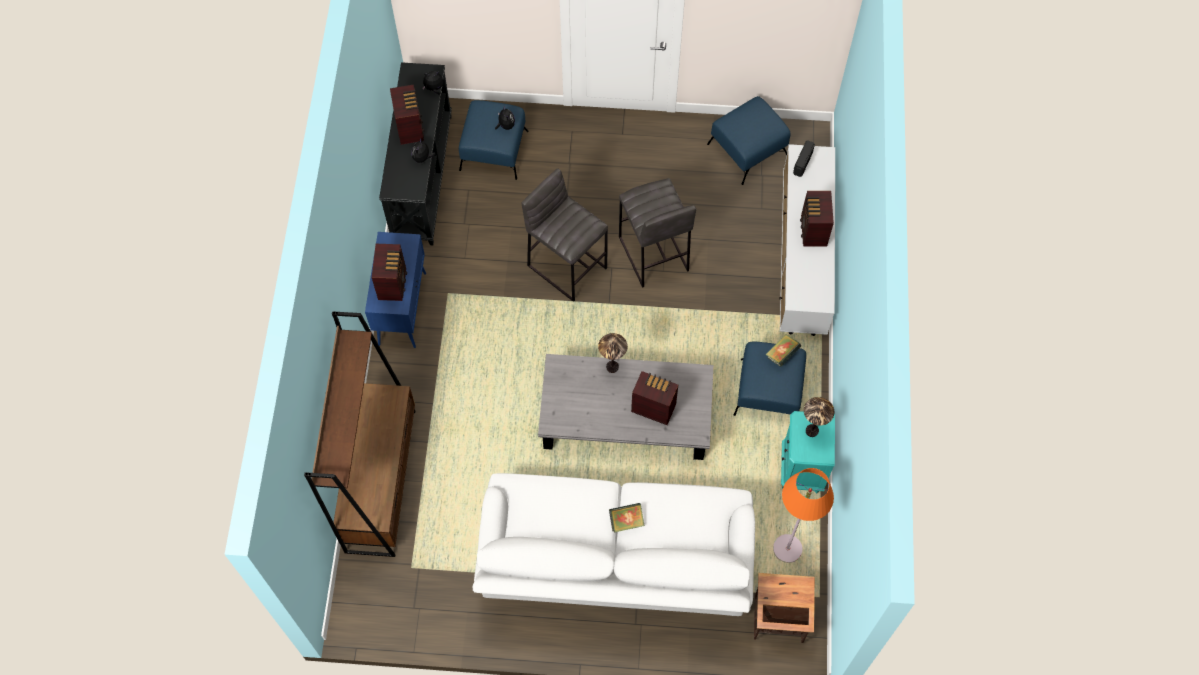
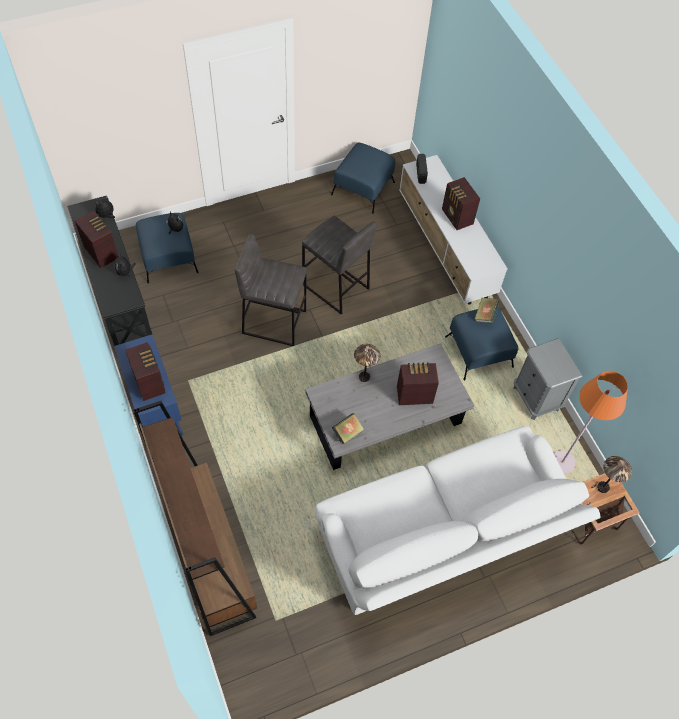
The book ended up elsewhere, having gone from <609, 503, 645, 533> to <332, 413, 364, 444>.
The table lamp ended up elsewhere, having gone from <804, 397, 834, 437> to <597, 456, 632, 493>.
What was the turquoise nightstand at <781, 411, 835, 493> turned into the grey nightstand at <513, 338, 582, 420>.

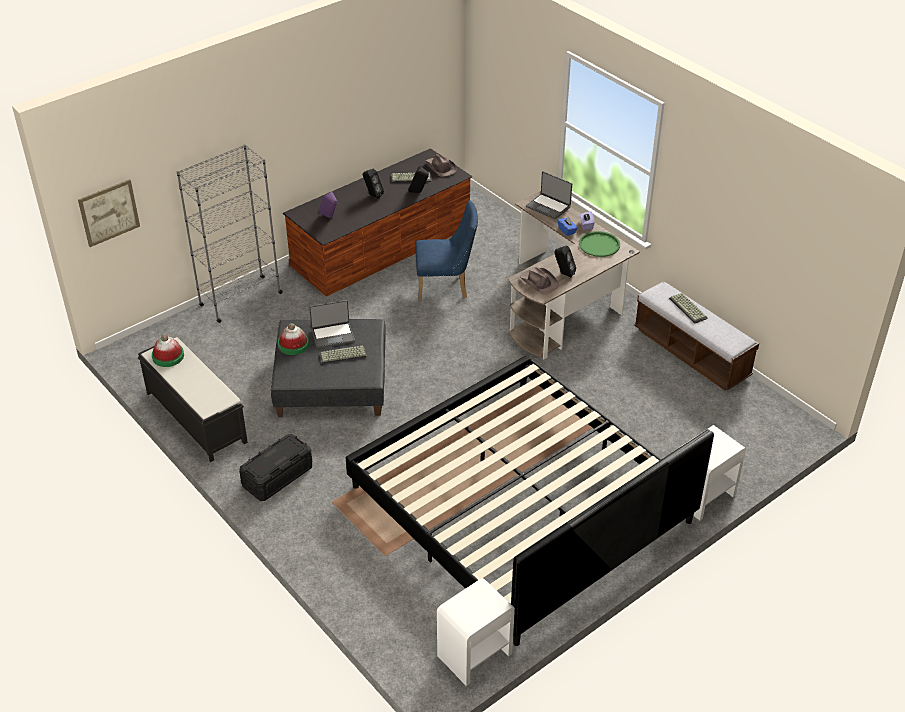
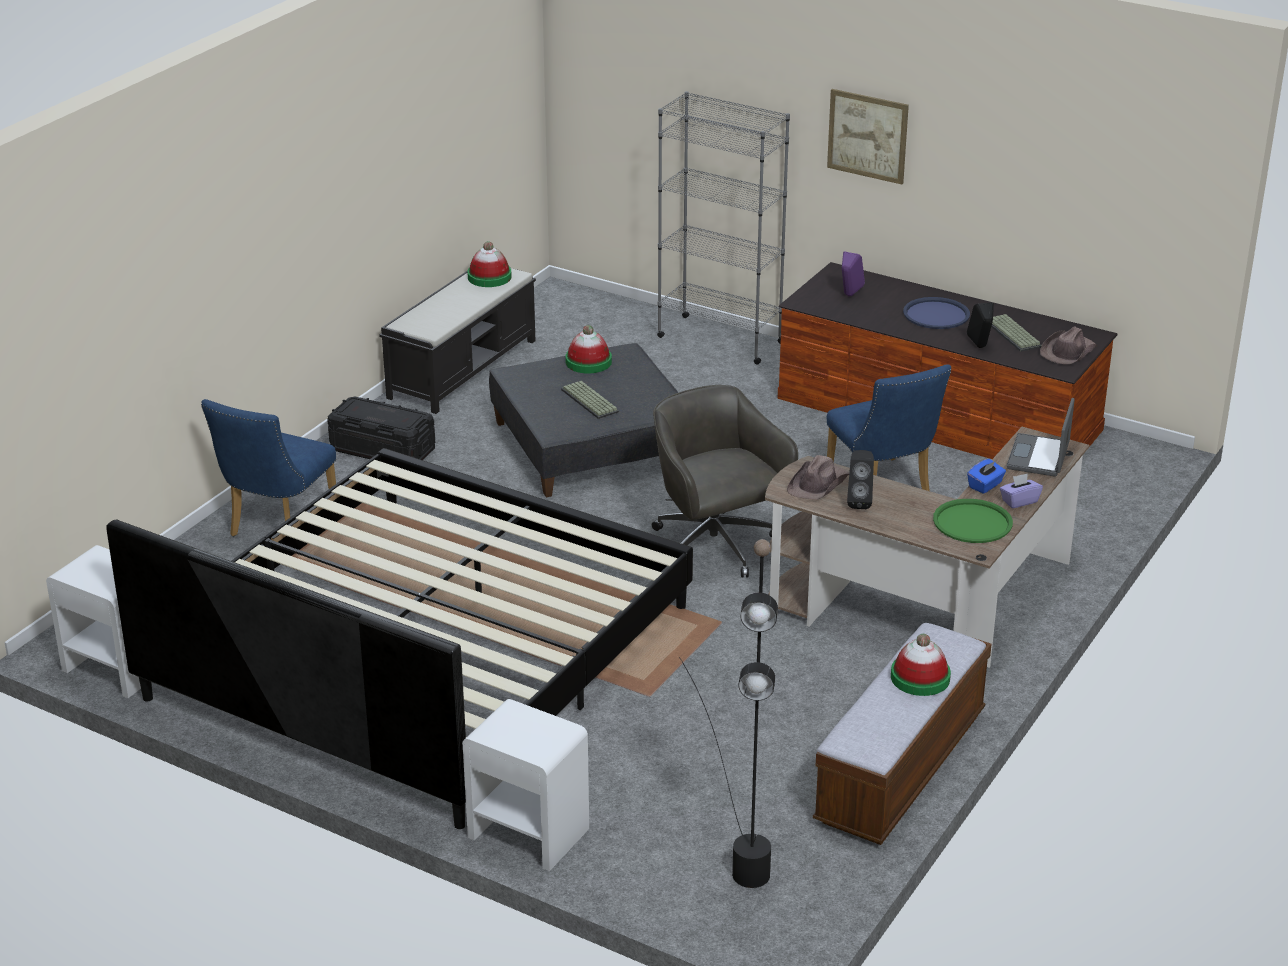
The second view lost the laptop at <309, 300, 355, 348>.
The second view gained the blue chair at <201, 399, 336, 536>.
The second view gained the grey office chair at <652, 385, 798, 578>.
The second view gained the black floor lamp at <679, 539, 778, 888>.
The picture ended up elsewhere, having gone from <78, 179, 140, 247> to <827, 89, 909, 184>.
Where the black speaker stood at <363, 169, 384, 199>, the blue tray came to stand at <903, 297, 970, 329>.
Where the keyboard stood at <669, 293, 708, 323>, the hat came to stand at <891, 634, 951, 696>.

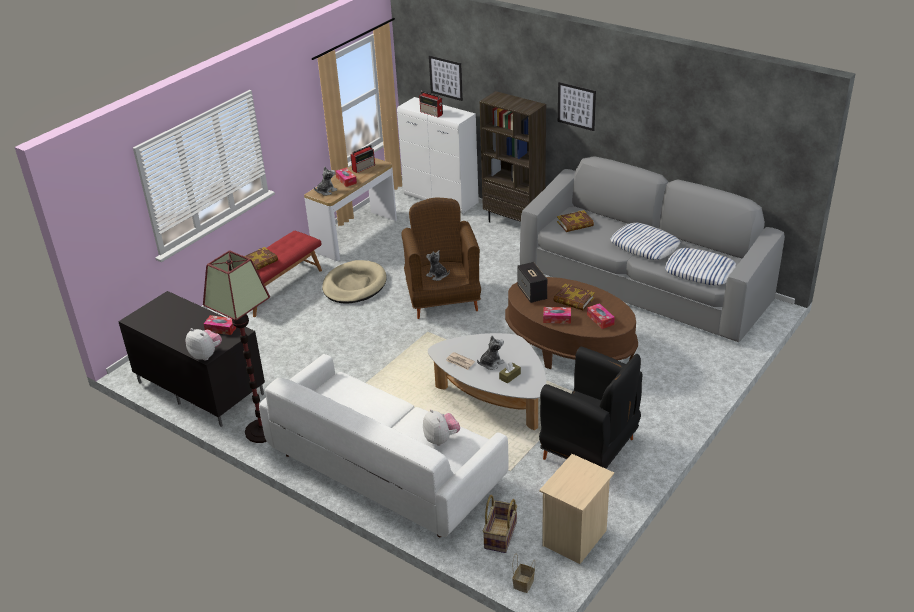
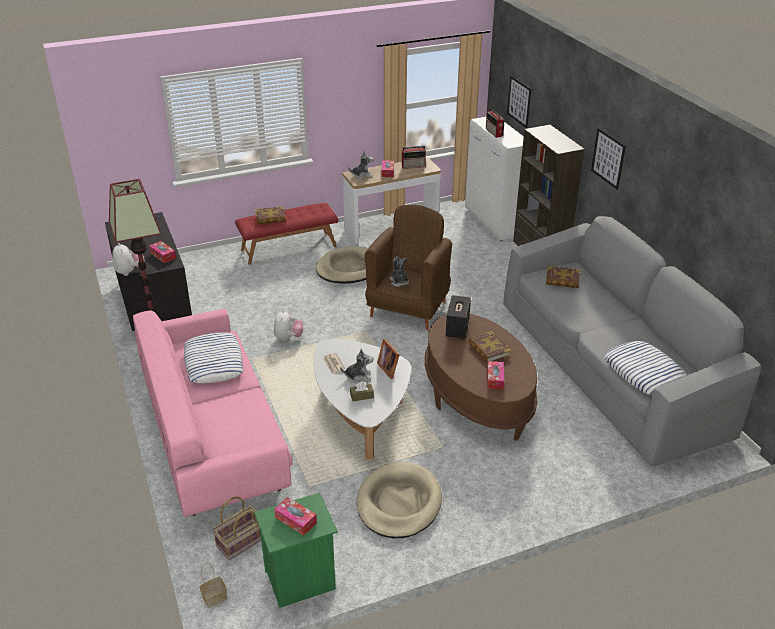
The second view gained the picture frame at <377, 339, 400, 379>.
The plush toy ended up elsewhere, having gone from <423, 409, 460, 446> to <274, 310, 303, 341>.
The tissue box ended up elsewhere, having gone from <543, 307, 571, 324> to <274, 497, 317, 535>.
The pillow ended up elsewhere, having gone from <610, 223, 680, 260> to <184, 332, 243, 383>.
Where the black armchair stood at <539, 347, 643, 469>, the beige dog bed came to stand at <357, 462, 442, 538>.
What was the white sofa at <259, 354, 509, 538> turned into the pink sofa at <133, 309, 293, 517>.
What was the beige nightstand at <539, 454, 614, 564> turned into the green nightstand at <254, 493, 338, 608>.

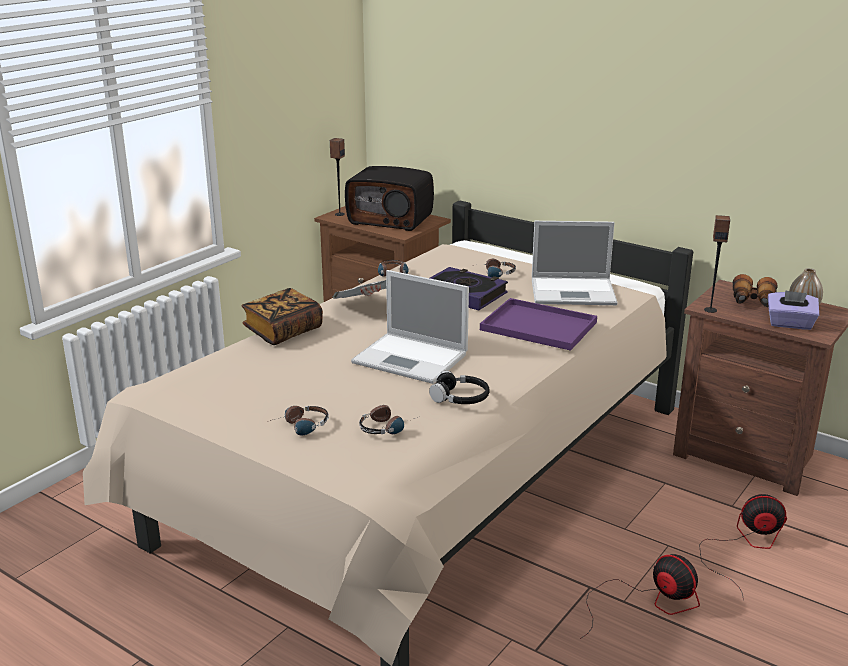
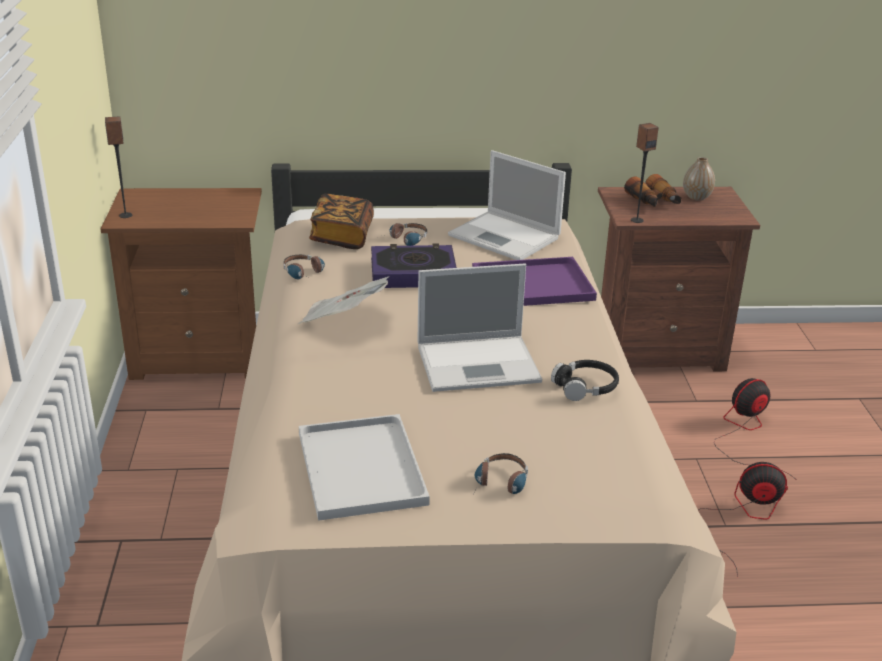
The second view lost the radio at <345, 166, 434, 231>.
The second view lost the headphones at <359, 405, 418, 434>.
The second view lost the purple tissue box at <768, 290, 819, 330>.
The second view gained the white tray at <299, 414, 430, 521>.
The book ended up elsewhere, having gone from <241, 288, 323, 345> to <309, 194, 374, 249>.
The laptop at <532, 221, 618, 305> ended up facing another way, 75 degrees clockwise from before.

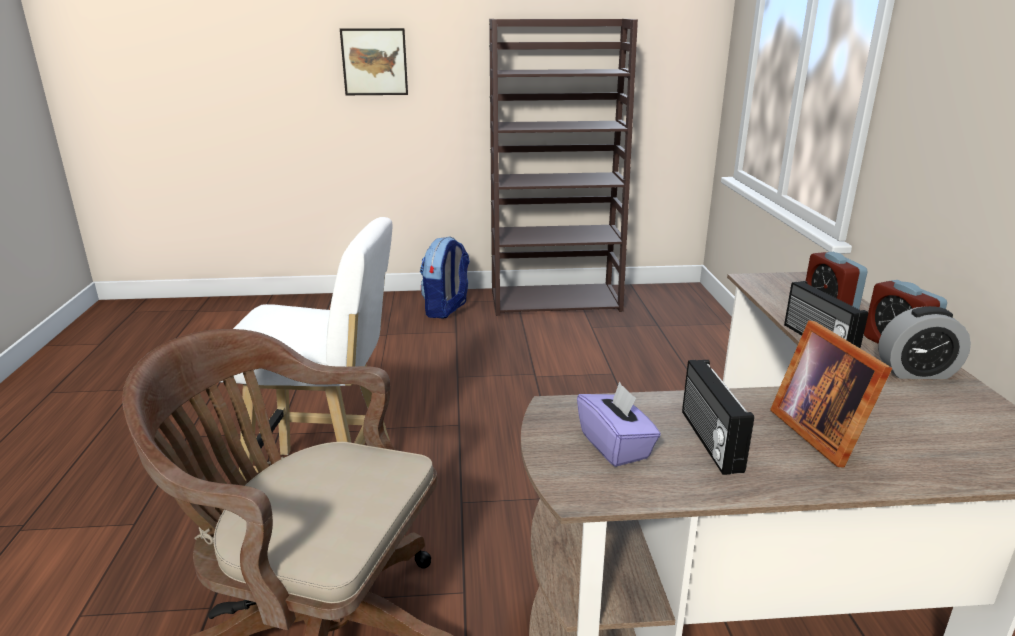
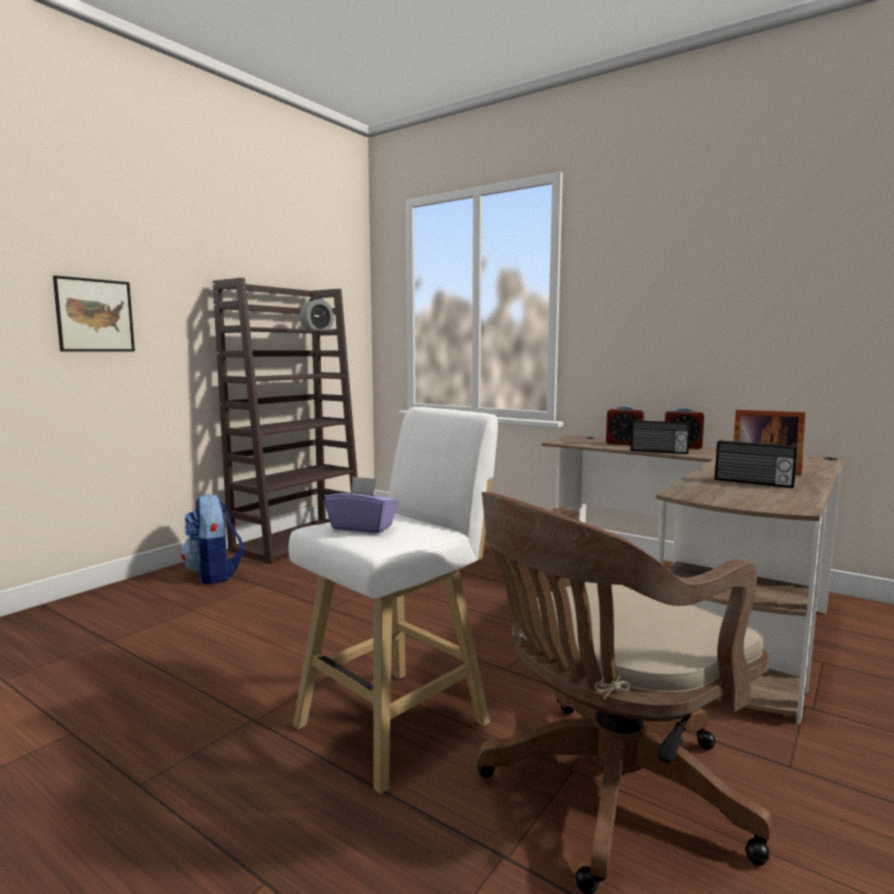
The purple tissue box ended up elsewhere, having gone from <577, 381, 661, 467> to <324, 477, 398, 533>.
The alarm clock ended up elsewhere, having gone from <878, 306, 971, 379> to <300, 298, 334, 330>.

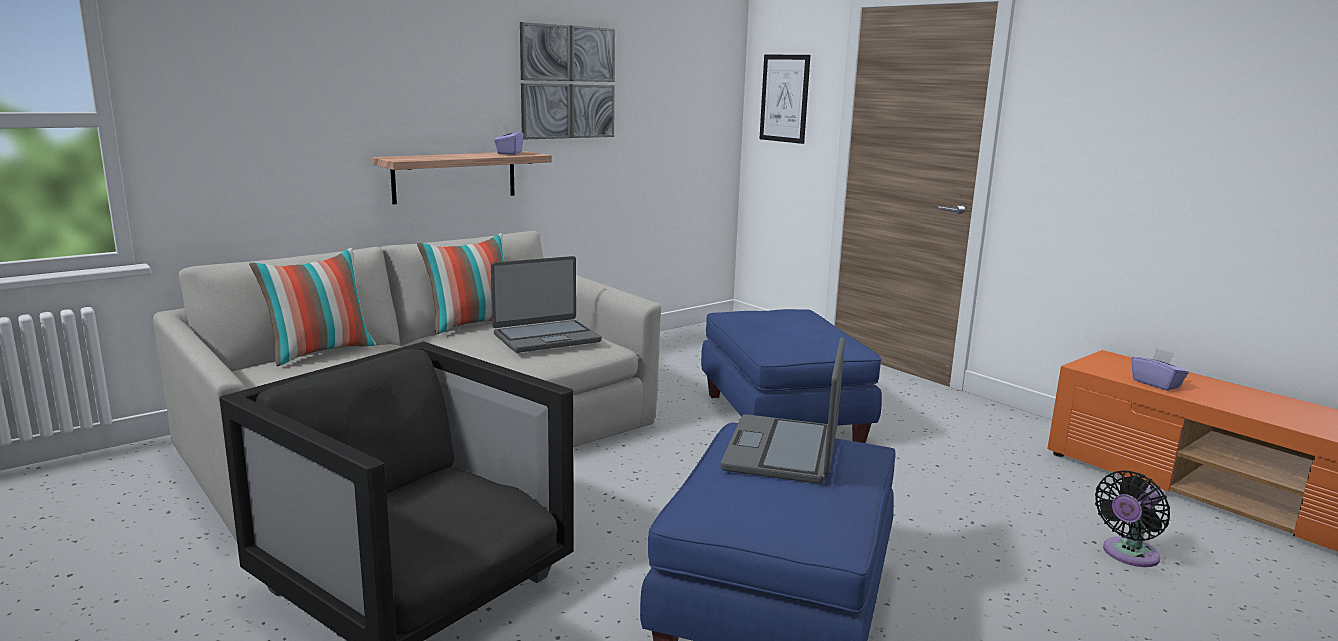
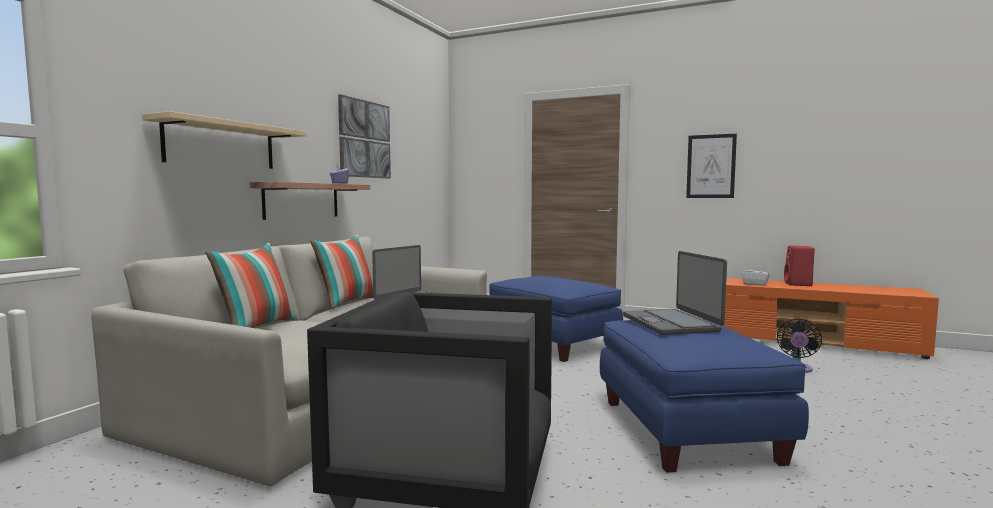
The second view gained the beige shelf at <142, 111, 306, 169>.
The second view gained the red speaker at <784, 246, 815, 286>.
The picture ended up elsewhere, having gone from <760, 55, 810, 144> to <686, 134, 737, 198>.
What was the purple tissue box at <1131, 348, 1189, 391> turned into the white tissue box at <741, 265, 770, 286>.

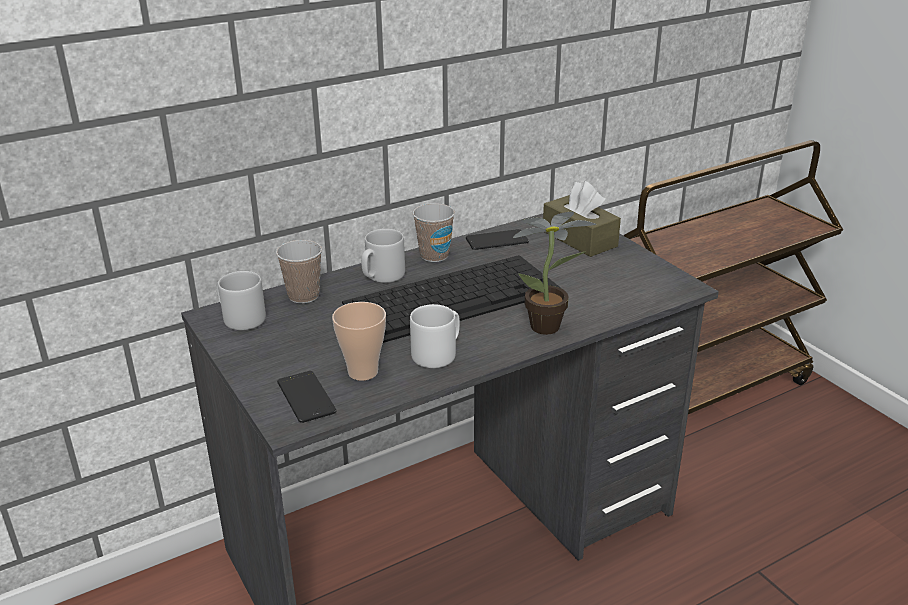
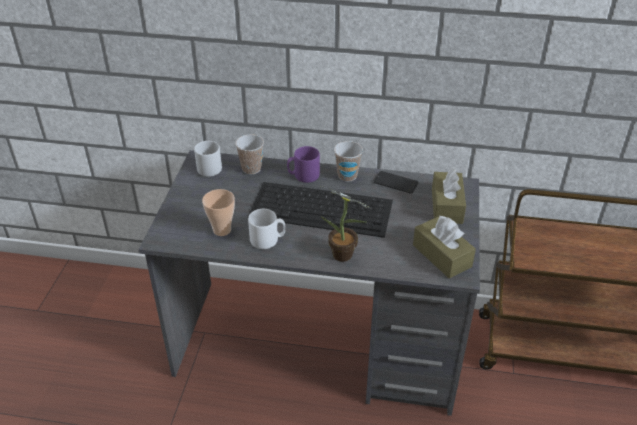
The second view lost the phone at <277, 371, 336, 423>.
The second view gained the brown tissue box at <413, 215, 476, 279>.
What was the grey mug at <361, 229, 405, 283> turned into the purple mug at <287, 146, 320, 183>.

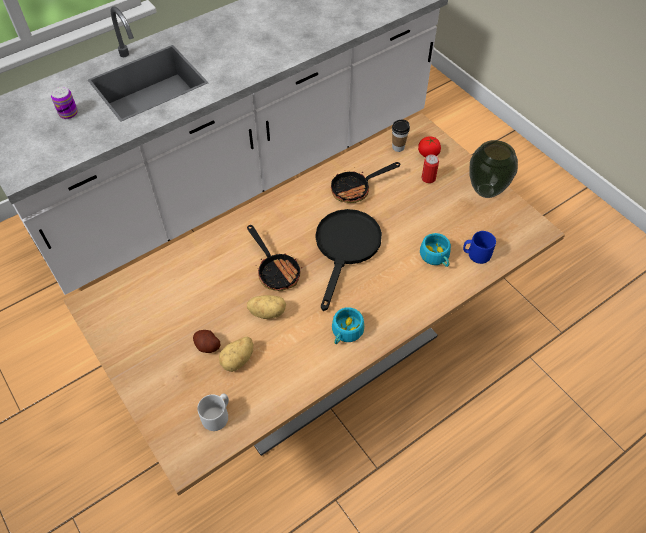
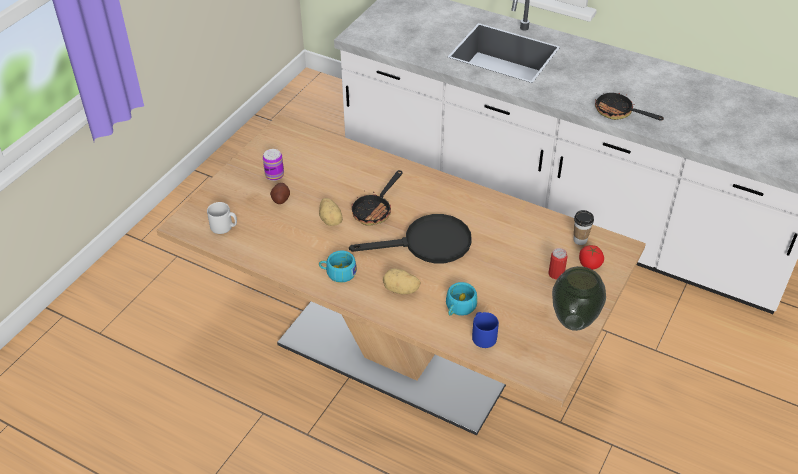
The can ended up elsewhere, having gone from <51, 87, 78, 119> to <263, 149, 284, 181>.
The potato ended up elsewhere, having gone from <219, 337, 253, 372> to <383, 268, 420, 294>.
The frying pan ended up elsewhere, having gone from <331, 162, 400, 203> to <595, 93, 664, 121>.

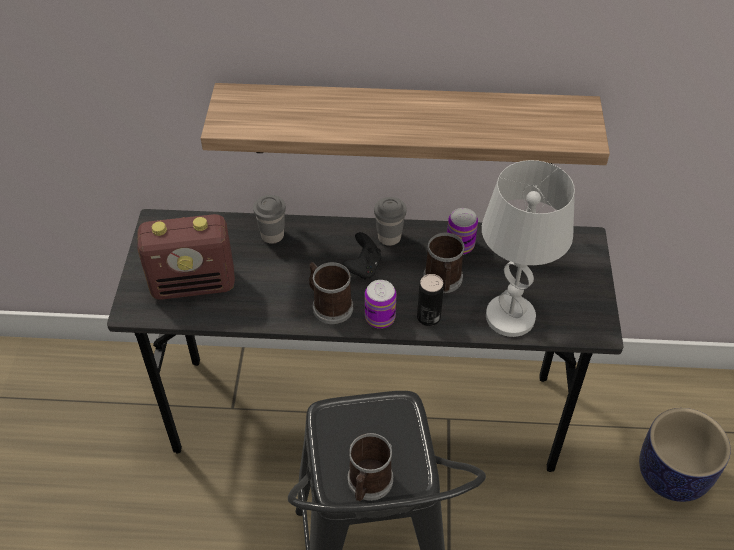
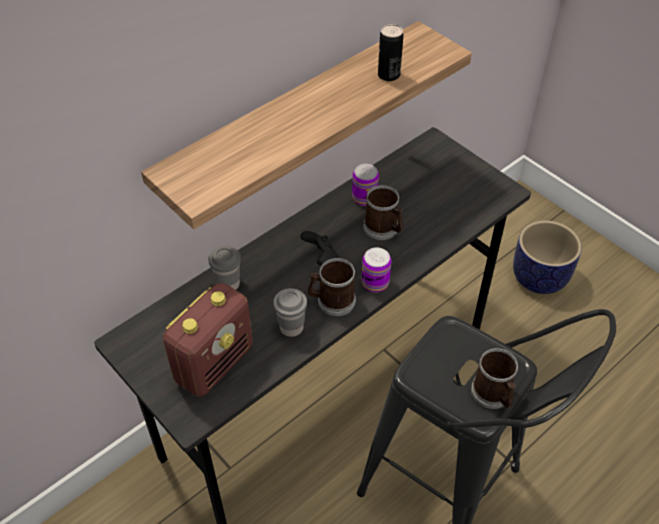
The second view lost the white table lamp at <482, 160, 575, 337>.
The grey cup ended up elsewhere, having gone from <374, 197, 407, 246> to <273, 288, 307, 337>.
The can ended up elsewhere, having gone from <417, 274, 444, 326> to <378, 24, 403, 81>.

